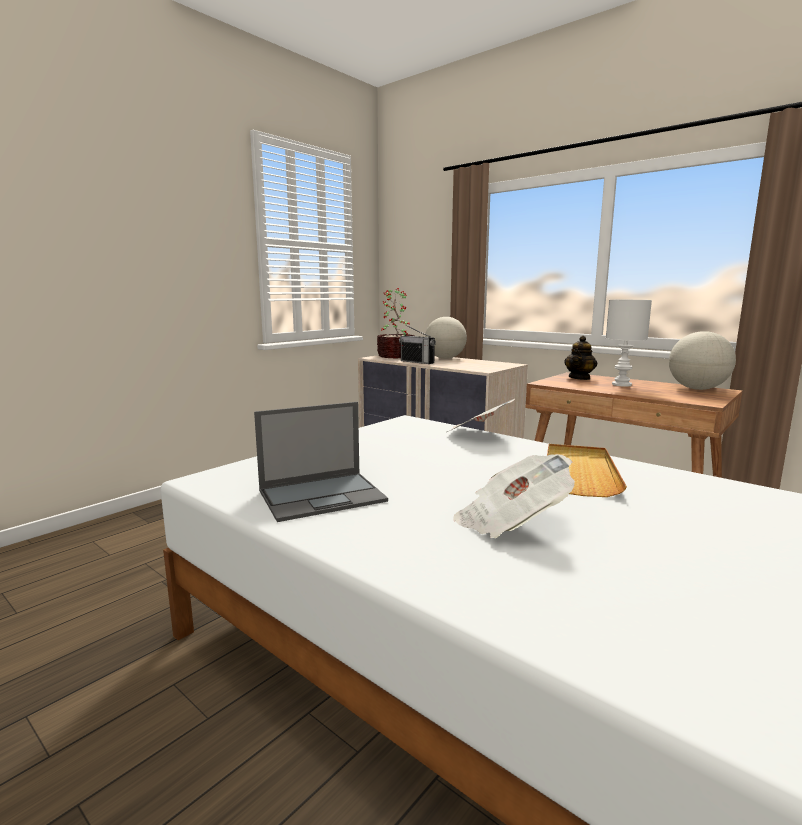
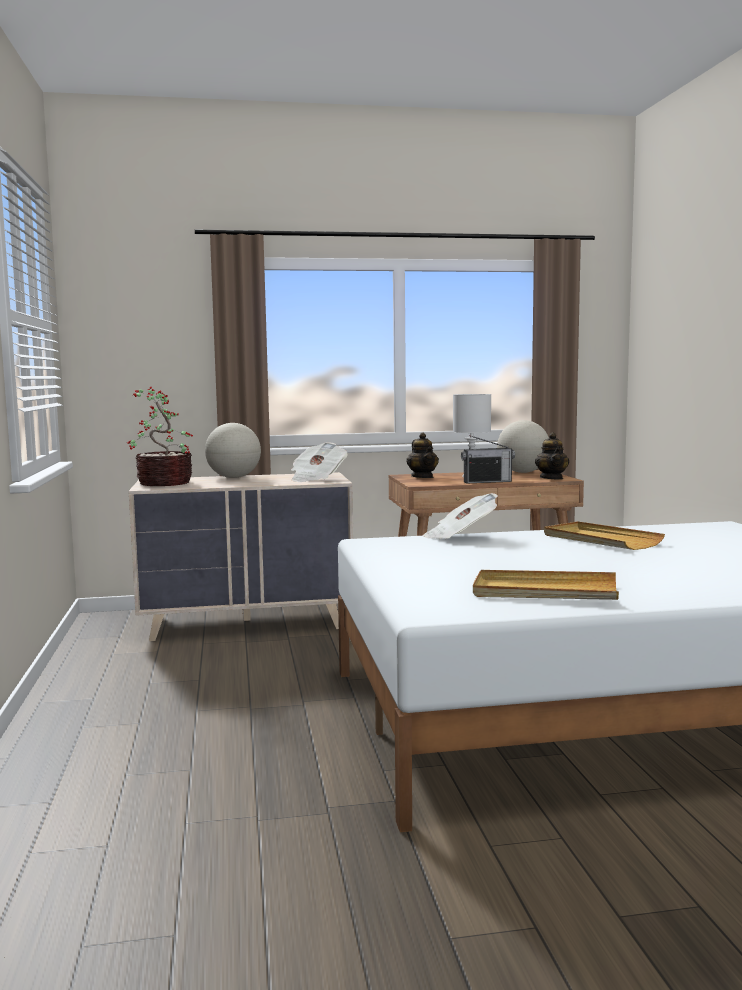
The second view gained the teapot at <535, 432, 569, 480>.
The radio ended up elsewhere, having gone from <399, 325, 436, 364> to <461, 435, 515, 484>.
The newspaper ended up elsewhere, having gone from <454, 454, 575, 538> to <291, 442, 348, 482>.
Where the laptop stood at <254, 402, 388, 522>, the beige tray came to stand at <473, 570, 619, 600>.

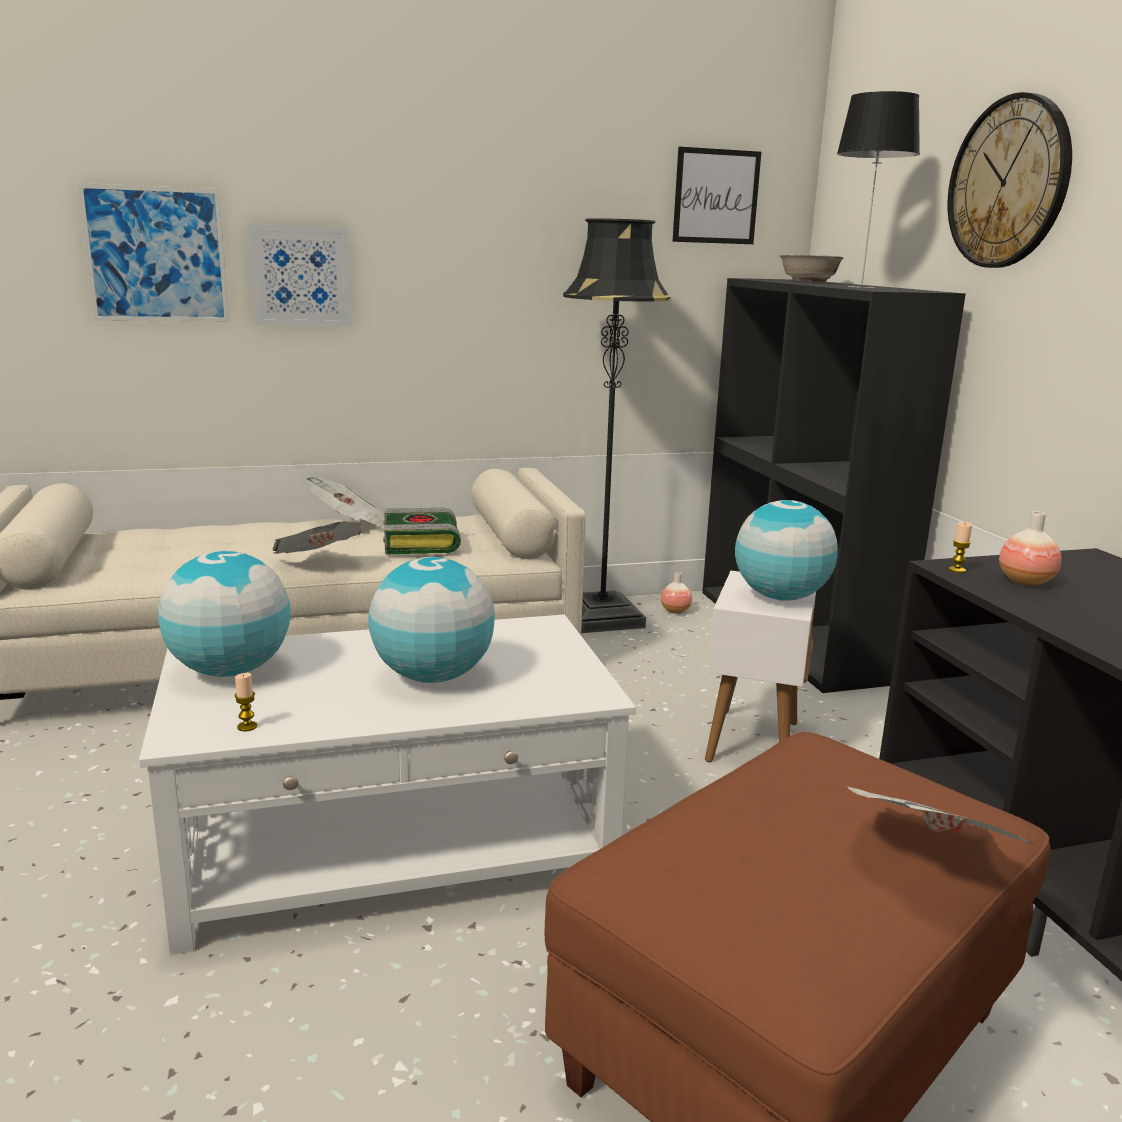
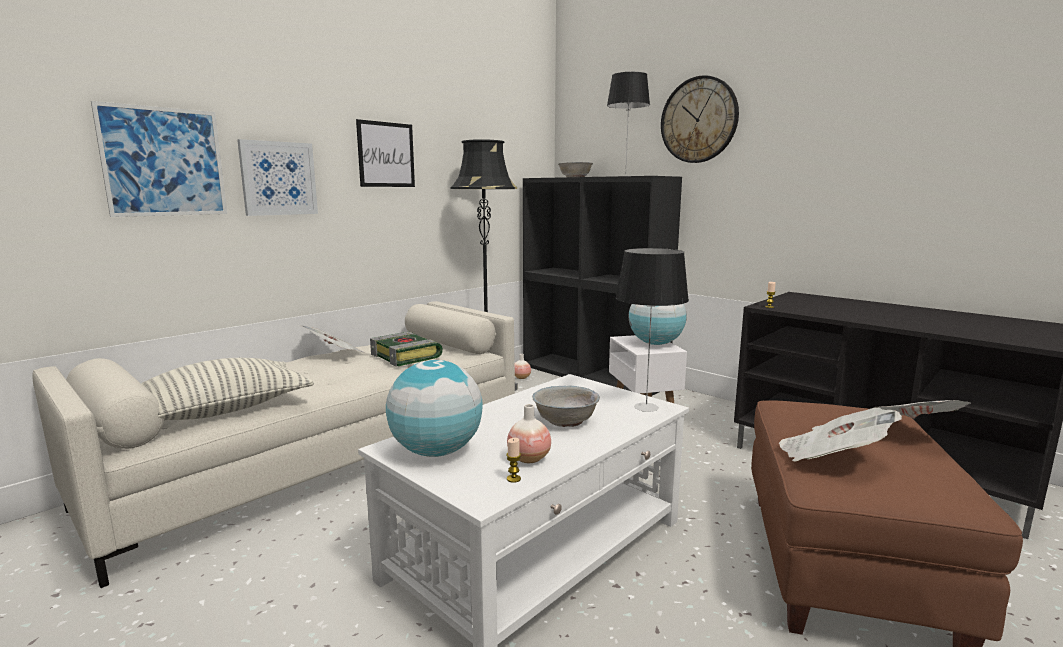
The second view gained the pillow at <141, 358, 314, 420>.
The second view gained the table lamp at <616, 248, 689, 412>.
The newspaper ended up elsewhere, having gone from <272, 522, 362, 554> to <779, 407, 902, 462>.
The picture ended up elsewhere, having gone from <672, 147, 761, 244> to <356, 119, 415, 187>.
The vase ended up elsewhere, having gone from <999, 511, 1061, 586> to <507, 404, 551, 463>.
Where the globe stood at <368, 557, 495, 683>, the white bowl came to stand at <532, 386, 600, 427>.

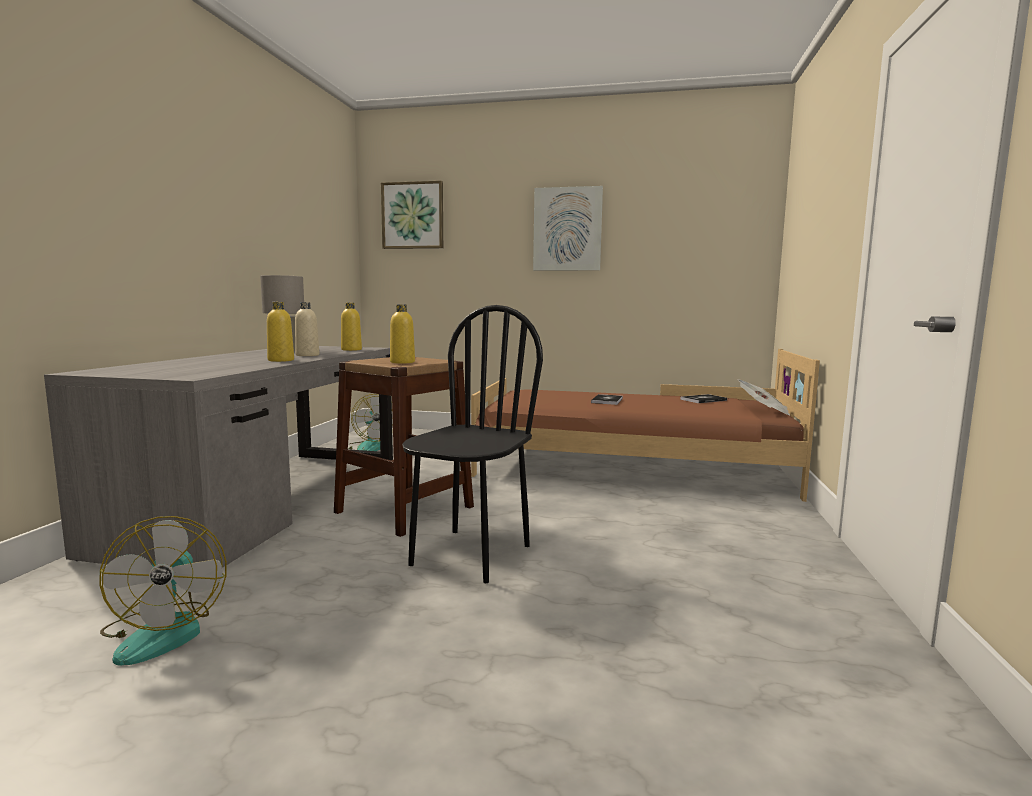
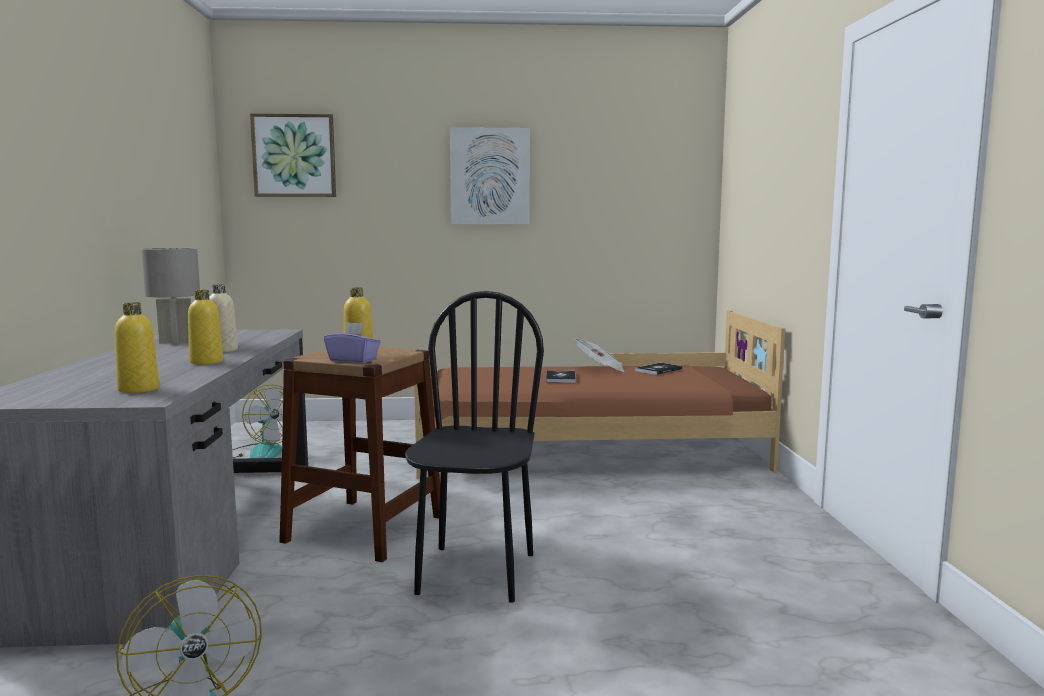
The second view gained the purple tissue box at <324, 322, 380, 363>.
The yellow bottle ended up elsewhere, having gone from <341, 303, 362, 351> to <115, 302, 159, 393>.
The newspaper ended up elsewhere, having gone from <737, 379, 791, 416> to <574, 338, 624, 372>.

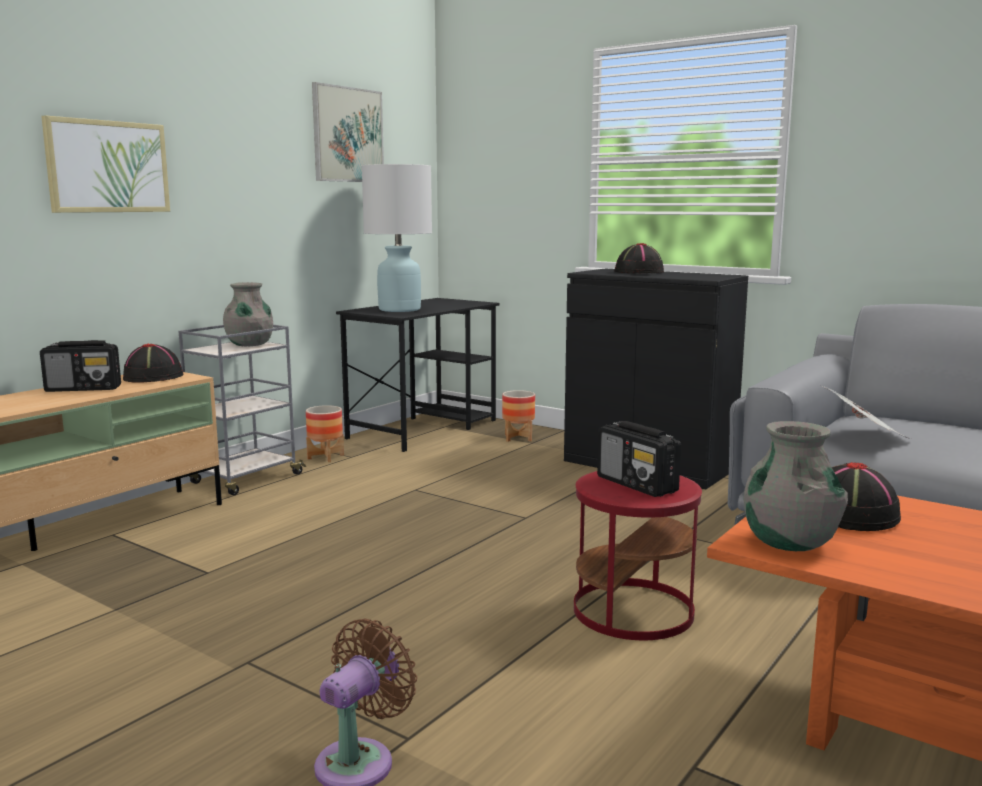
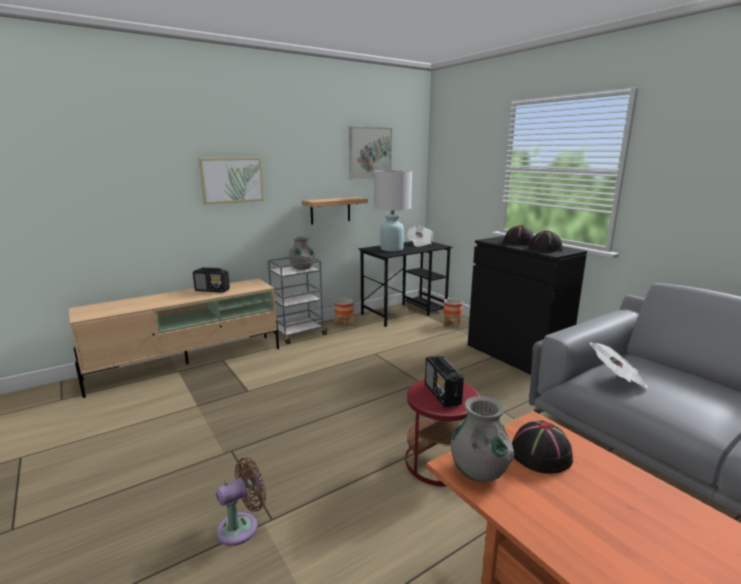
The second view gained the shelf at <302, 197, 368, 225>.
The second view gained the newspaper at <406, 225, 433, 247>.
The black hat ended up elsewhere, having gone from <123, 343, 183, 383> to <529, 230, 563, 252>.

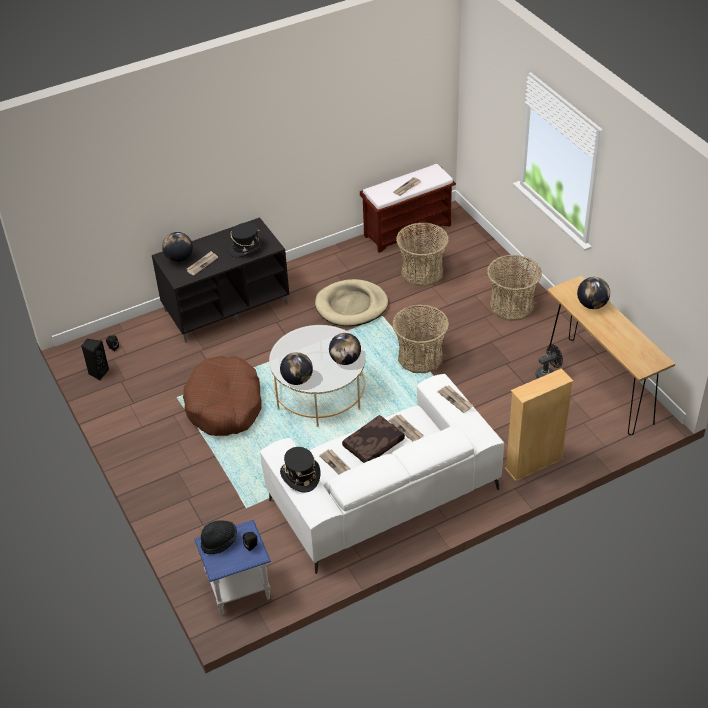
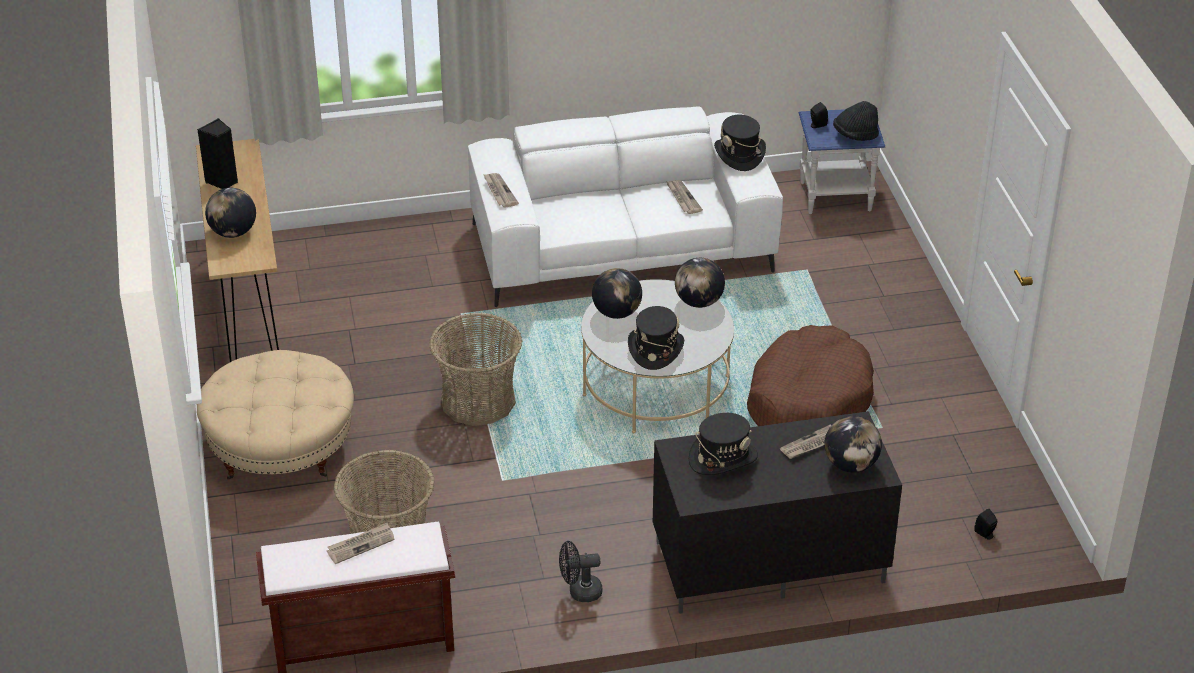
The second view lost the beige dog bed at <315, 279, 388, 326>.
The second view lost the brown pillow at <342, 415, 405, 463>.
The second view lost the newspaper at <388, 415, 424, 442>.
The second view lost the beige bookcase at <505, 368, 573, 482>.
The second view gained the black hat at <628, 306, 684, 370>.
The black speaker ended up elsewhere, having gone from <81, 338, 109, 380> to <197, 118, 238, 189>.
The black fan ended up elsewhere, having gone from <536, 344, 563, 379> to <559, 541, 602, 602>.
Where the basket stood at <487, 255, 542, 321>, the beige ottoman came to stand at <197, 350, 354, 480>.

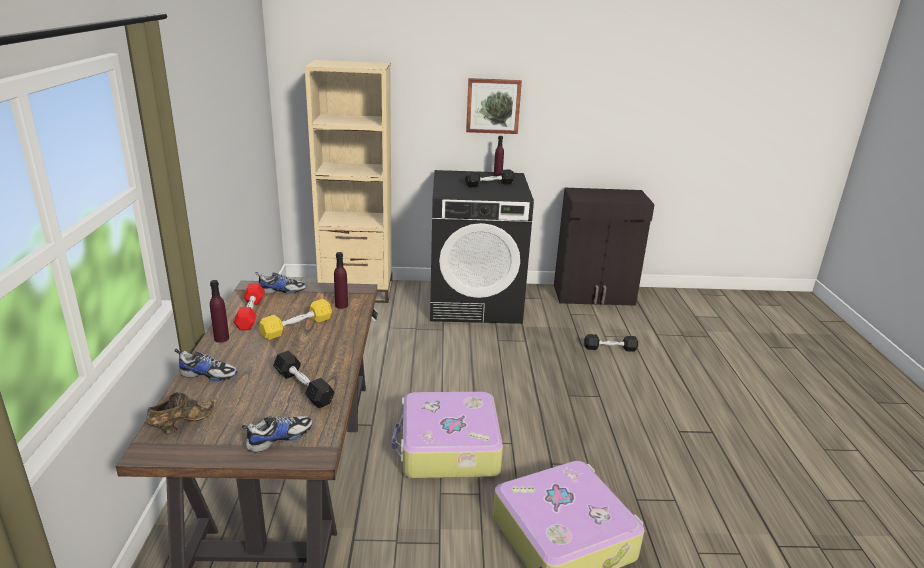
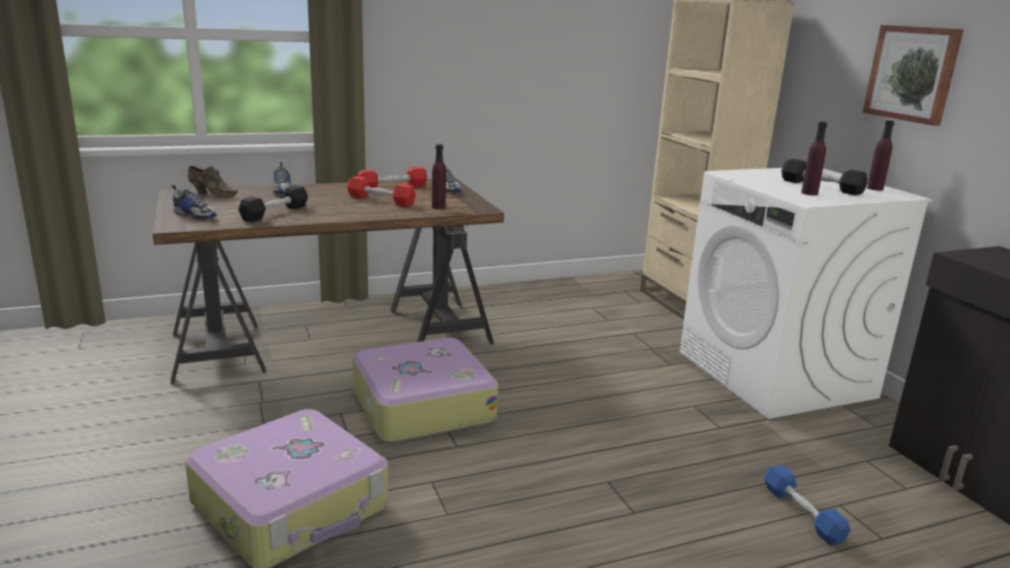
The purple bottle ended up elsewhere, having gone from <210, 280, 229, 343> to <801, 122, 827, 195>.
What was the yellow dumbbell at <259, 299, 332, 340> turned into the red dumbbell at <347, 176, 416, 207>.
What was the black washing machine at <430, 170, 534, 324> turned into the white washing machine at <679, 168, 932, 419>.
What was the black dumbbell at <584, 334, 638, 352> turned into the blue dumbbell at <764, 465, 851, 546>.

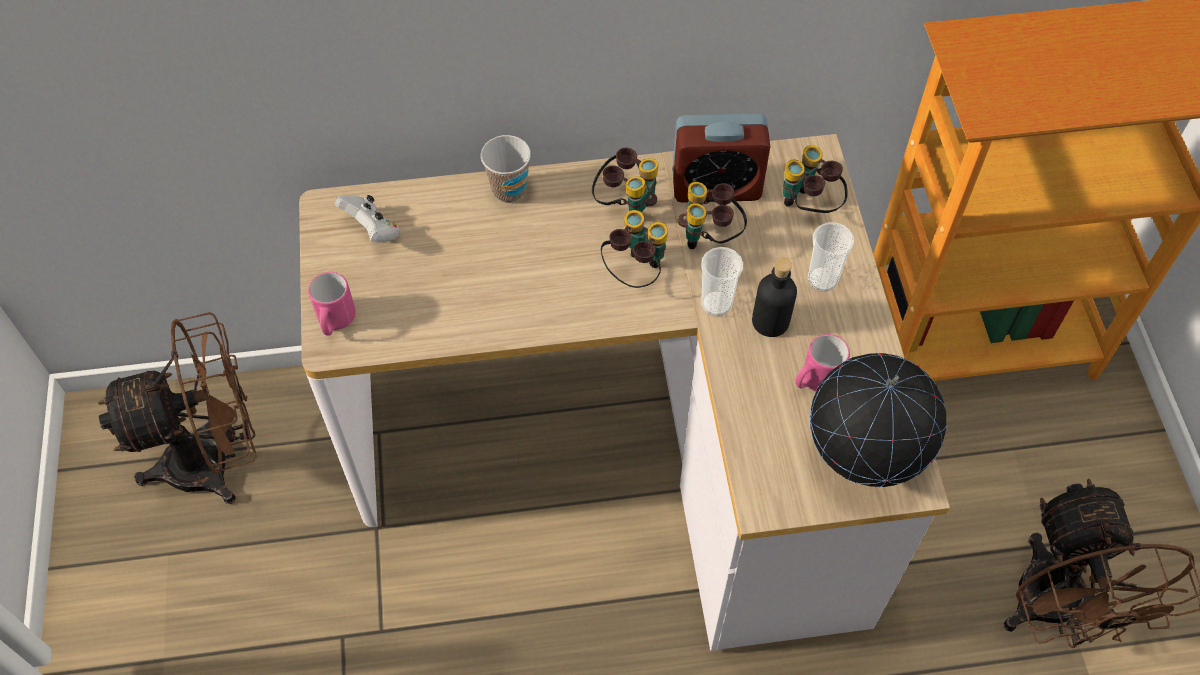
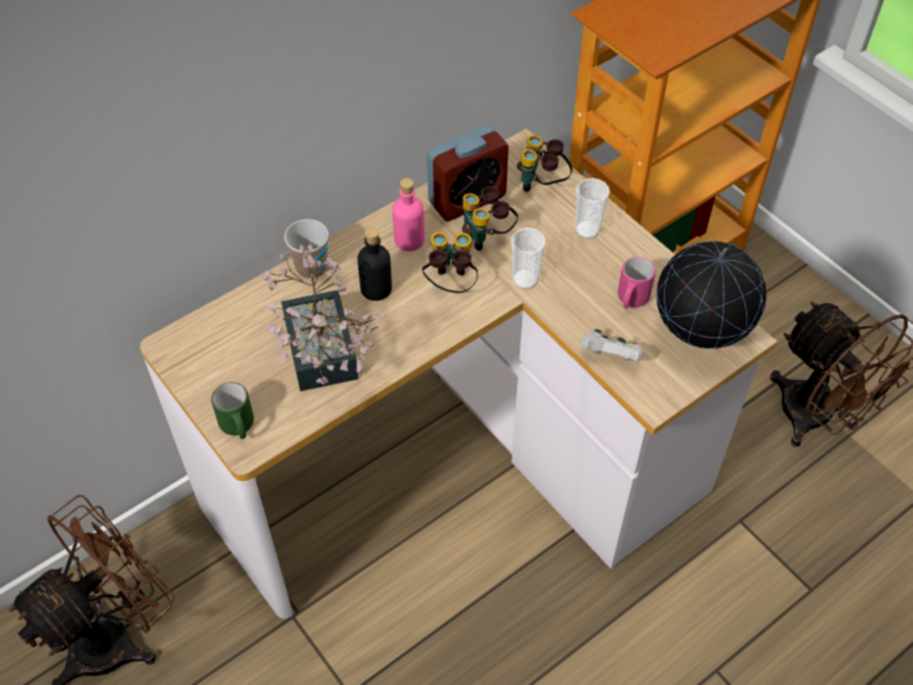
The second view gained the potted plant at <263, 245, 381, 391>.
The white game controller ended up elsewhere, having gone from <335, 195, 400, 243> to <581, 329, 643, 361>.
The black bottle ended up elsewhere, having gone from <752, 257, 797, 337> to <358, 227, 392, 301>.
Where the binoculars stood at <592, 148, 658, 212>, the pink bottle came to stand at <392, 178, 425, 251>.
What was the pink mug at <308, 272, 356, 336> turned into the green mug at <211, 382, 254, 439>.

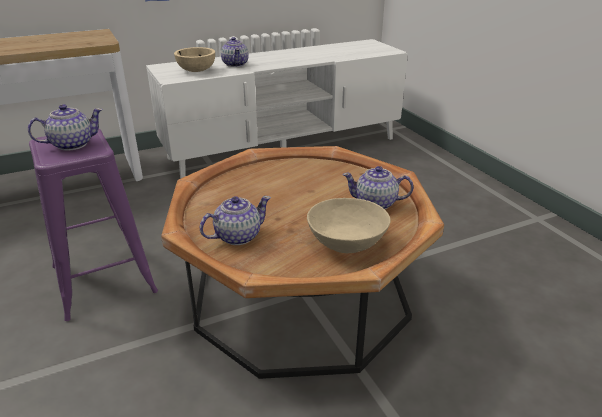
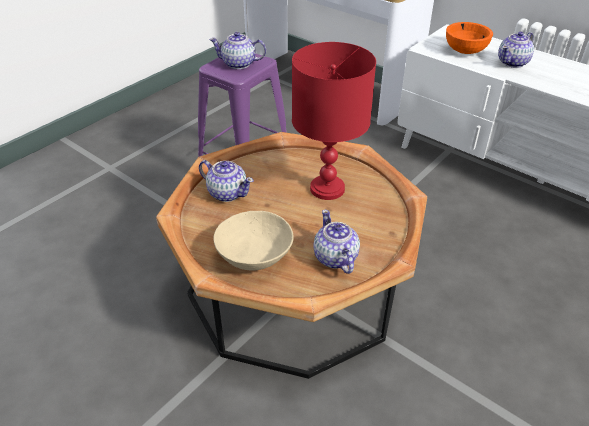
The second view gained the red table lamp at <292, 42, 376, 200>.
What was the beige bowl at <174, 47, 215, 72> turned into the orange bowl at <446, 22, 493, 54>.
The teapot at <28, 104, 103, 151> ended up facing another way, 150 degrees clockwise from before.

